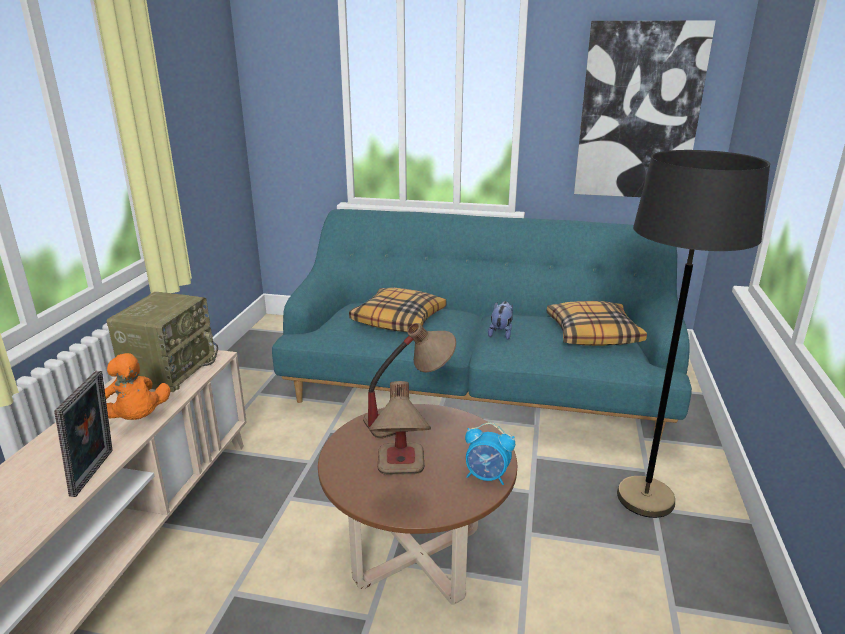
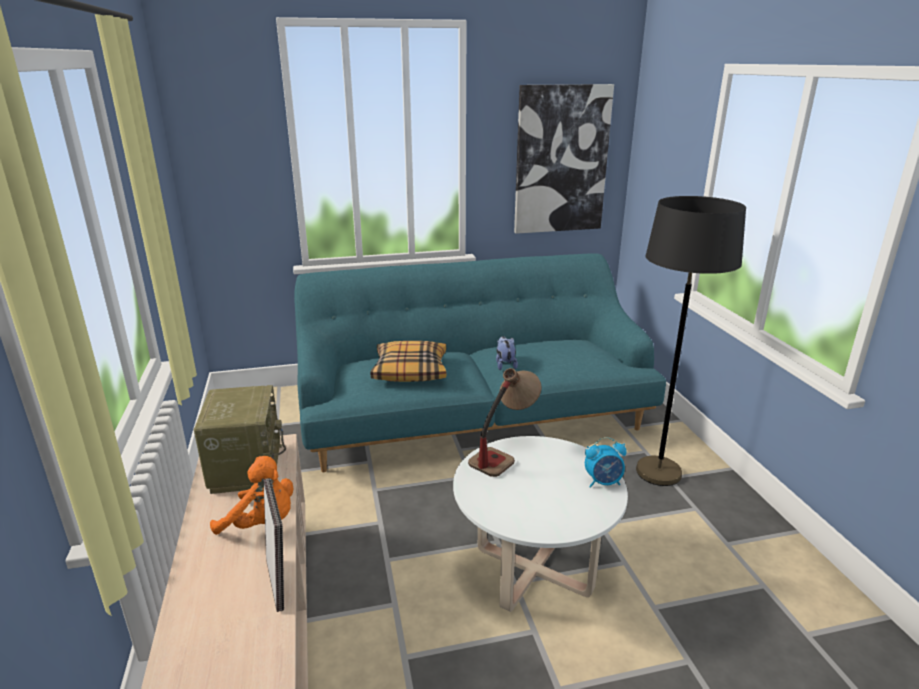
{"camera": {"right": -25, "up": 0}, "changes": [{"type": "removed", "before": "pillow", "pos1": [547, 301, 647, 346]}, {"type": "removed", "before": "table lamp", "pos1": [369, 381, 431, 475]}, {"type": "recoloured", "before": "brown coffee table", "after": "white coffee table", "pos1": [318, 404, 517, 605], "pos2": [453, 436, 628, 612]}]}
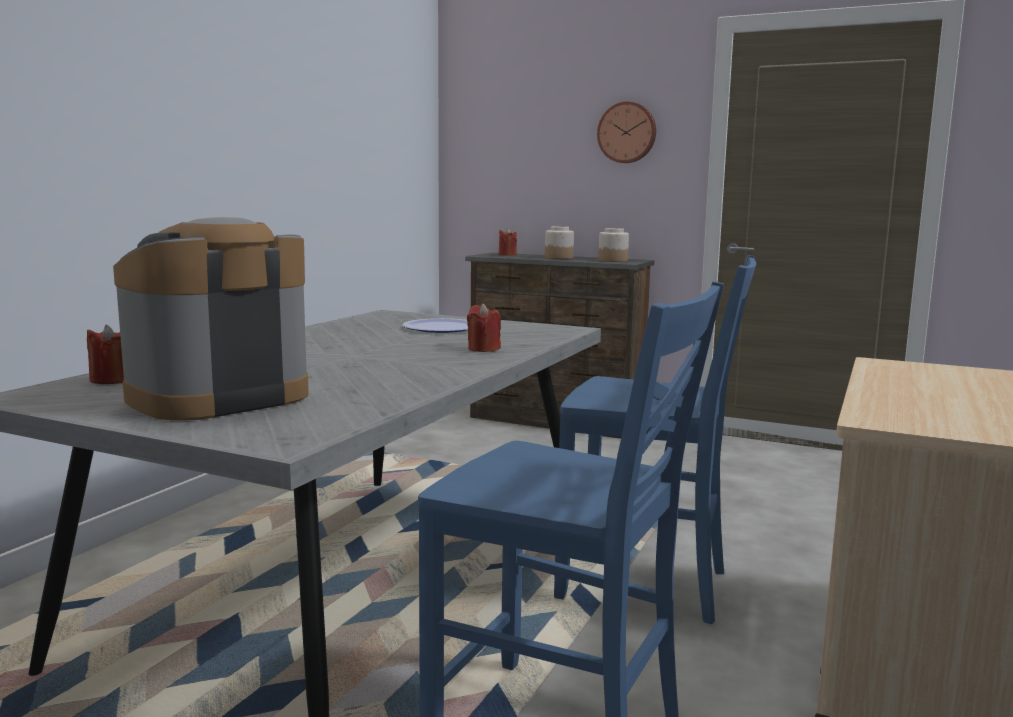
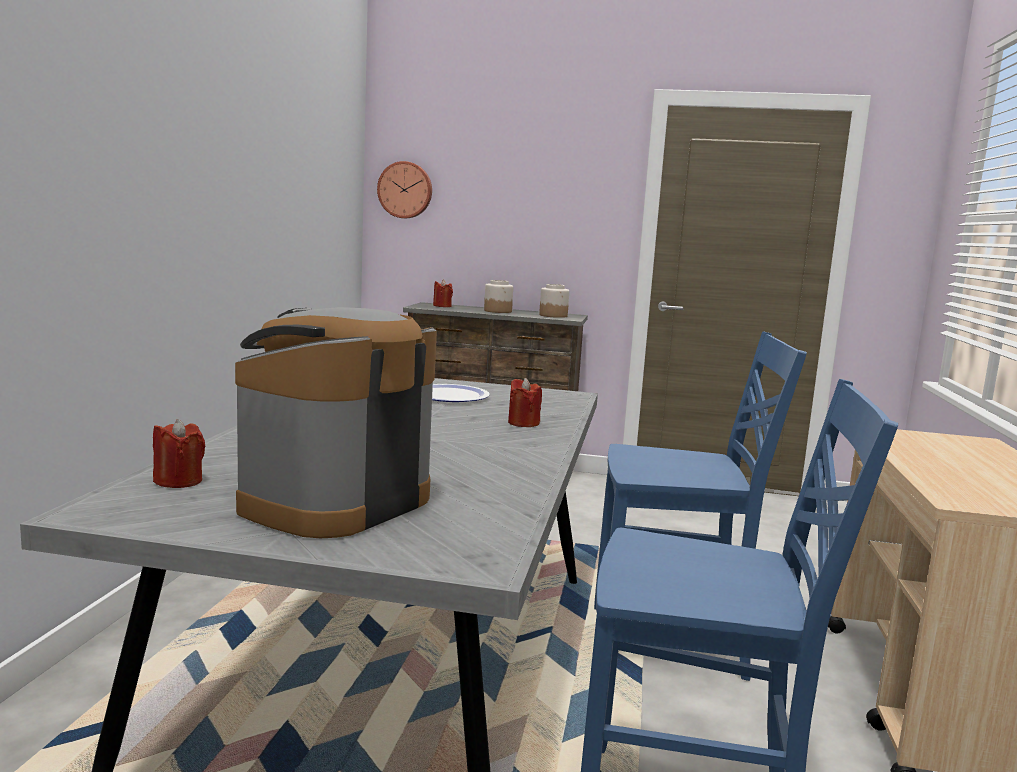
{"camera": {"right": -15, "up": 0}, "changes": [{"type": "moved", "before": "hanging clock", "pos1": [597, 101, 656, 163], "pos2": [377, 161, 432, 218]}]}
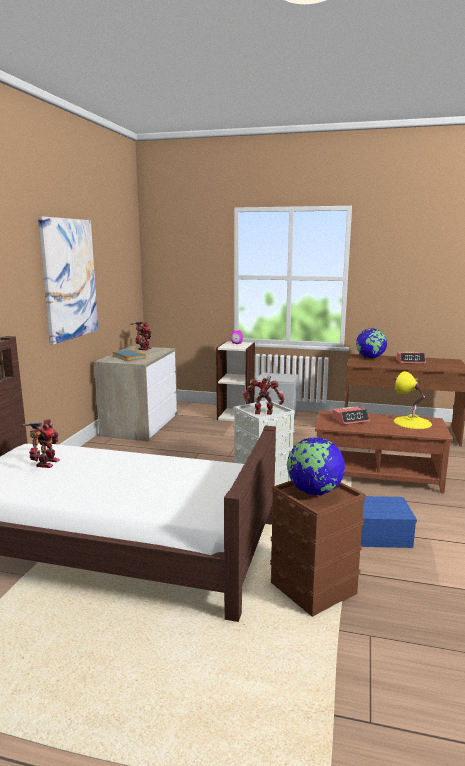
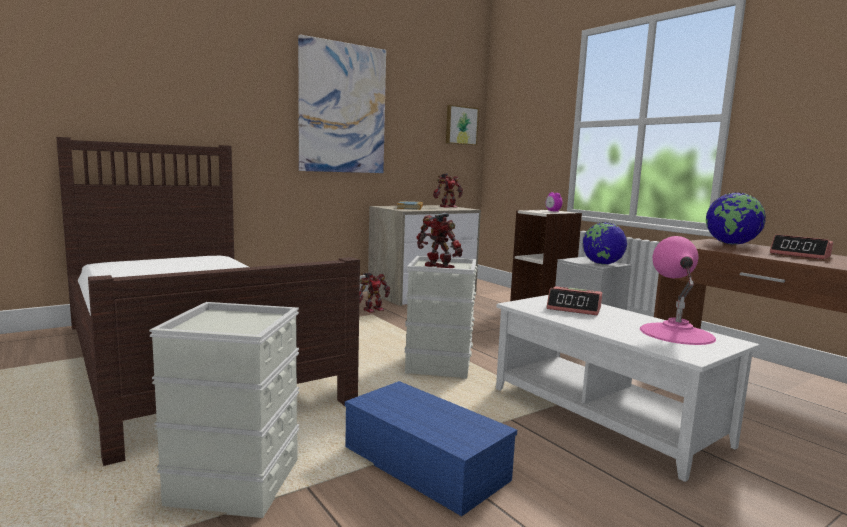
{"camera": {"right": 40, "up": -5}, "changes": [{"type": "recoloured", "before": "yellowish table lamp", "after": "pinkish table lamp", "pos1": [394, 371, 432, 429], "pos2": [640, 236, 716, 345]}, {"type": "recoloured", "before": "brown coffee table", "after": "white coffee table", "pos1": [315, 410, 453, 494], "pos2": [496, 295, 760, 482]}, {"type": "moved", "before": "robot figure", "pos1": [21, 419, 60, 468], "pos2": [359, 273, 390, 313]}, {"type": "moved", "before": "world globe", "pos1": [287, 437, 346, 495], "pos2": [583, 222, 627, 265]}, {"type": "recoloured", "before": "brown storage box", "after": "gray storage box", "pos1": [270, 481, 366, 617], "pos2": [149, 302, 299, 518]}, {"type": "added", "after": "picture", "pos2": [446, 105, 479, 146]}]}
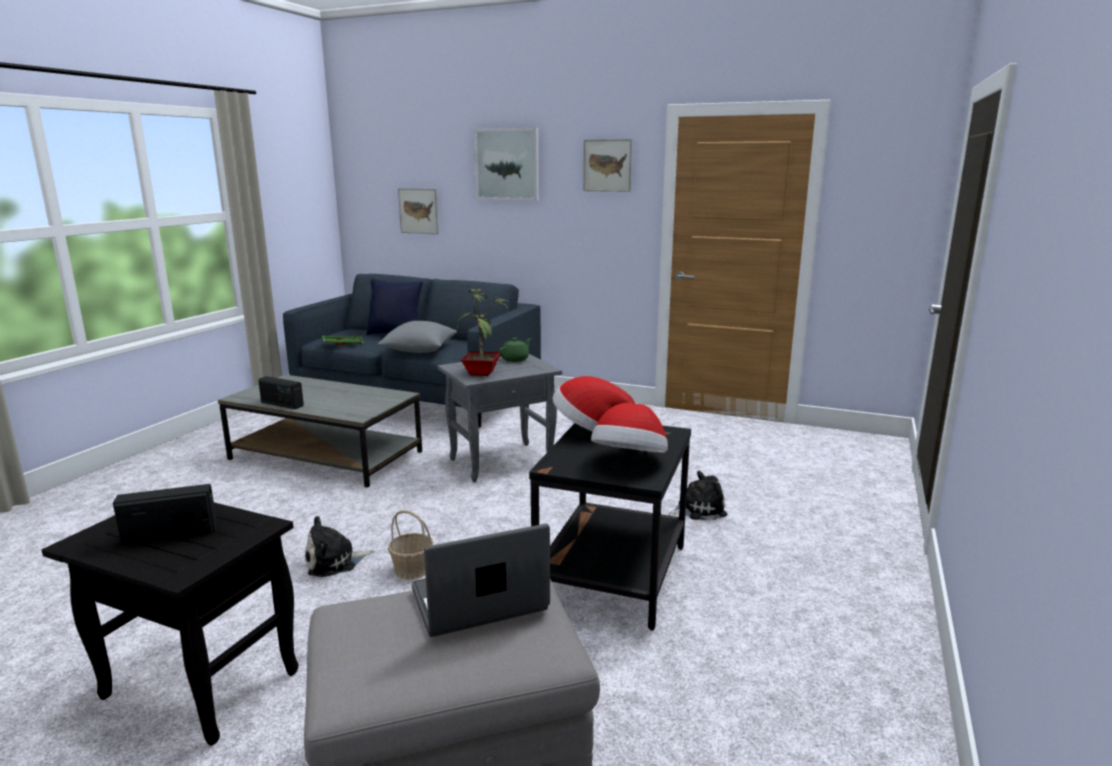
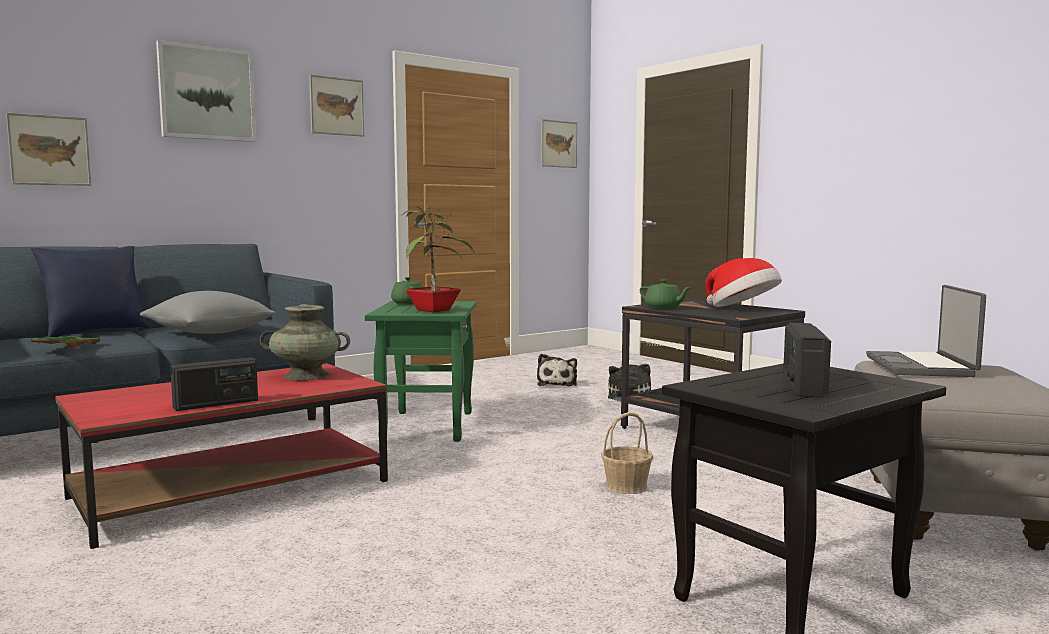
{"camera": {"right": -60, "up": -10}, "changes": [{"type": "recoloured", "before": "gray side table", "after": "green-coloured side table", "pos1": [438, 354, 562, 482], "pos2": [365, 301, 476, 442]}, {"type": "recoloured", "before": "gray coffee table", "after": "red-coloured coffee table", "pos1": [218, 375, 422, 488], "pos2": [56, 363, 388, 549]}, {"type": "replaced", "before": "hat", "after": "green-coloured pot for tea", "pos1": [553, 376, 635, 432], "pos2": [640, 279, 691, 309]}, {"type": "moved", "before": "cuddly toy", "pos1": [305, 516, 374, 577], "pos2": [537, 354, 577, 386]}, {"type": "added", "after": "picture", "pos2": [541, 119, 577, 168]}, {"type": "added", "after": "turquoise vase", "pos2": [260, 304, 350, 380]}]}
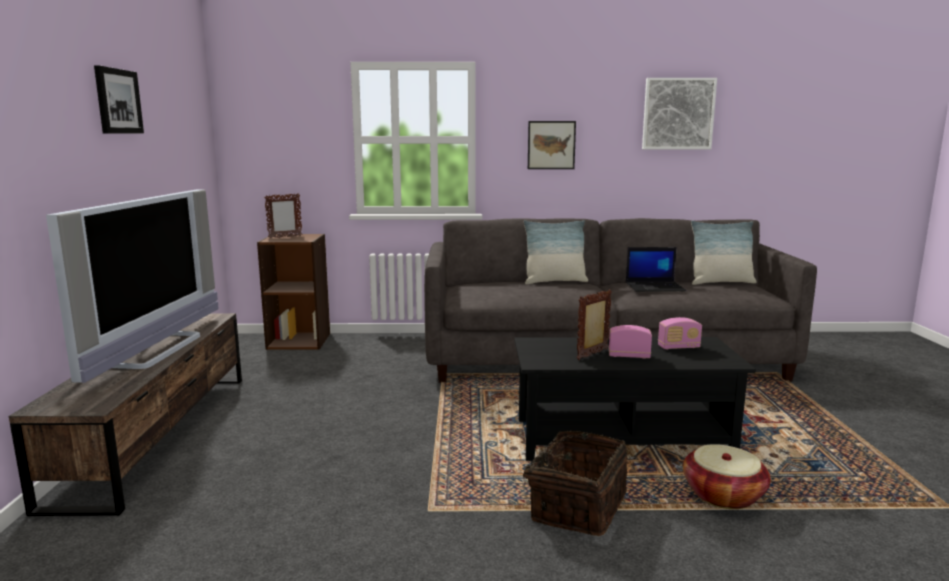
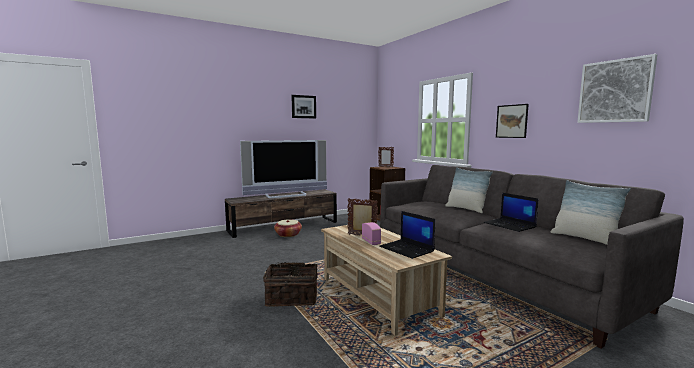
{"camera": {"right": 60, "up": -5}, "changes": [{"type": "replaced", "before": "radio receiver", "after": "notebook computer", "pos1": [658, 317, 702, 349], "pos2": [379, 211, 435, 259]}, {"type": "recoloured", "before": "black coffee table", "after": "beige-coloured coffee table", "pos1": [514, 337, 756, 461], "pos2": [321, 225, 452, 335]}, {"type": "moved", "before": "household basket", "pos1": [683, 444, 771, 509], "pos2": [274, 220, 302, 237]}]}
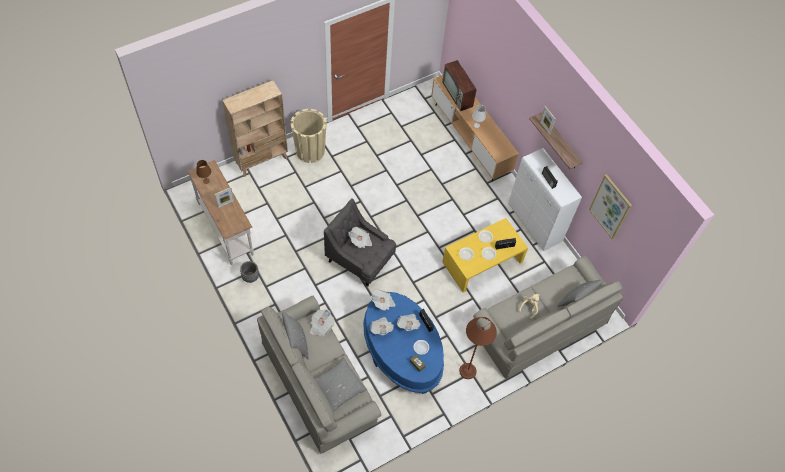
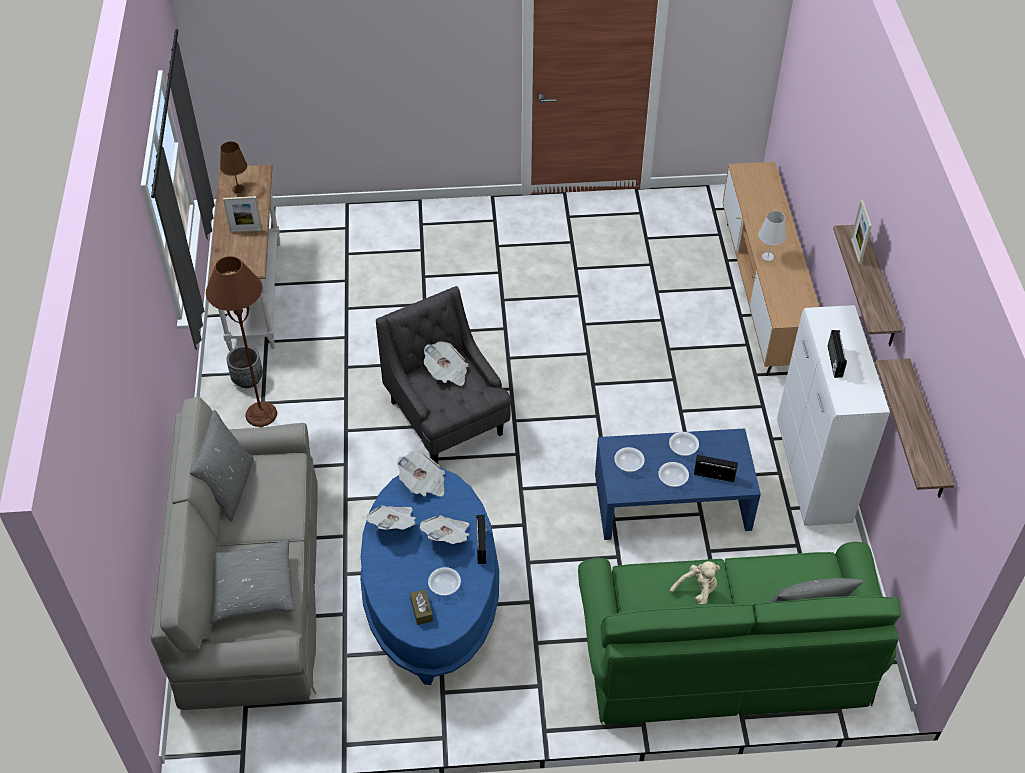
{"camera": {"right": 30, "up": -10}, "changes": [{"type": "removed", "before": "TV", "pos1": [442, 60, 477, 111]}, {"type": "removed", "before": "beige-coloured shelving unit", "pos1": [222, 80, 288, 177]}, {"type": "removed", "before": "beige-coloured plant pot", "pos1": [291, 109, 327, 163]}, {"type": "replaced", "before": "picture", "after": "shelf", "pos1": [589, 174, 632, 239], "pos2": [875, 358, 955, 498]}, {"type": "recoloured", "before": "yellowish coffee table", "after": "bluish coffee table", "pos1": [442, 218, 528, 293], "pos2": [595, 428, 761, 540]}, {"type": "recoloured", "before": "gray sofa", "after": "green-coloured sofa", "pos1": [473, 256, 623, 379], "pos2": [578, 542, 901, 725]}, {"type": "removed", "before": "daily paper", "pos1": [310, 310, 334, 337]}, {"type": "moved", "before": "brown floor lamp", "pos1": [459, 317, 497, 379], "pos2": [206, 256, 277, 427]}]}
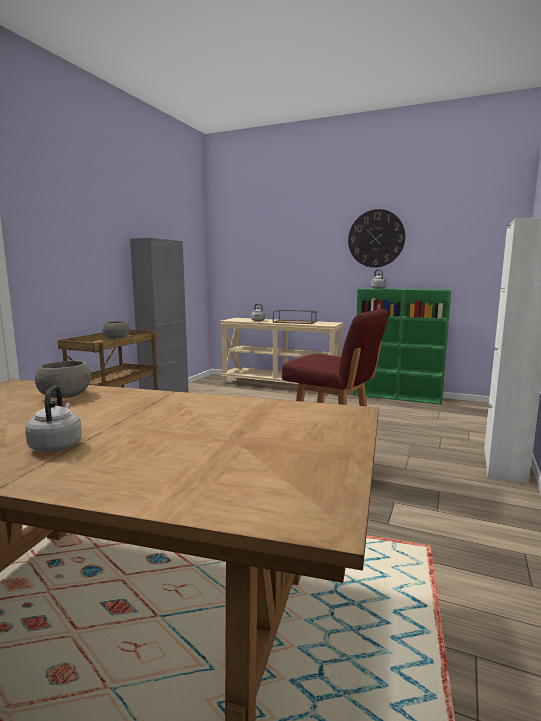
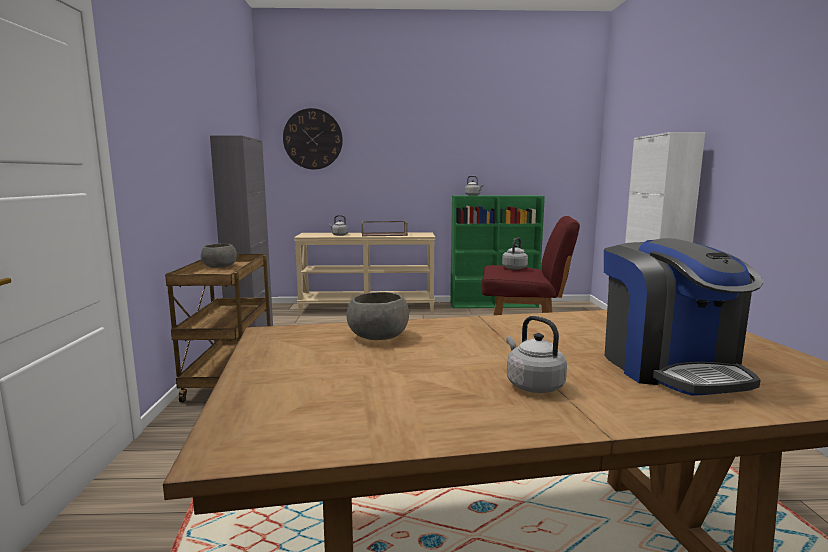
{"camera": {"right": -25, "up": 0}, "changes": [{"type": "moved", "before": "hanging clock", "pos1": [348, 209, 405, 268], "pos2": [283, 108, 343, 169]}, {"type": "added", "after": "gray water kettle", "pos2": [502, 237, 528, 270]}, {"type": "added", "after": "coffee brewer", "pos2": [604, 238, 764, 396]}]}
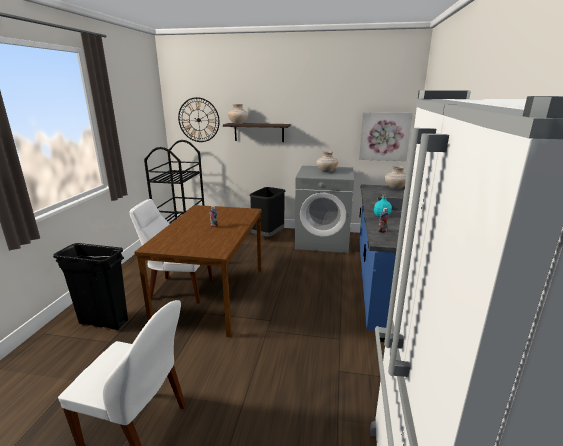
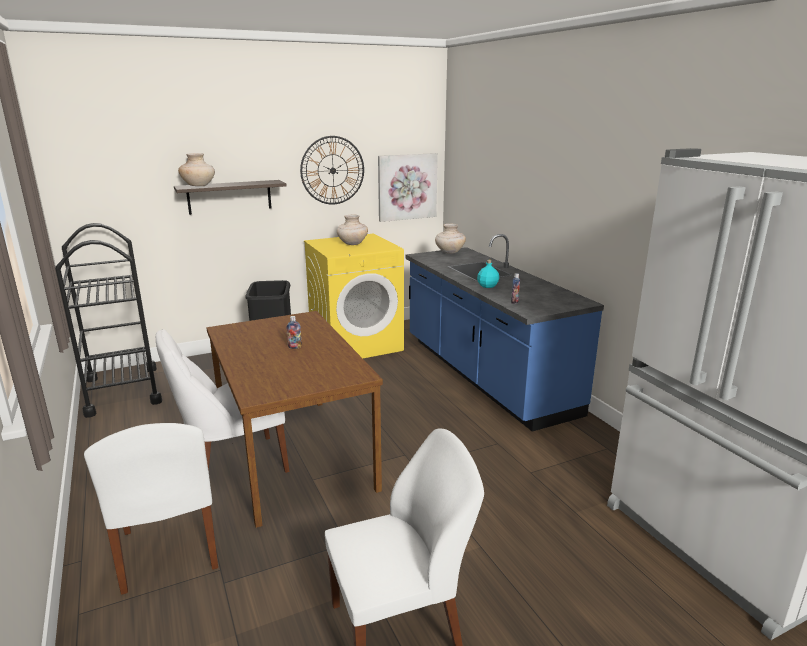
{"camera": {"right": -35, "up": 0}, "changes": [{"type": "moved", "before": "hanging clock", "pos1": [178, 97, 220, 142], "pos2": [300, 136, 364, 205]}, {"type": "recoloured", "before": "gray washing machine", "after": "yellowish washing machine", "pos1": [295, 166, 354, 253], "pos2": [304, 233, 404, 358]}, {"type": "replaced", "before": "black rubbish bin", "after": "white plain chair", "pos1": [53, 243, 128, 330], "pos2": [84, 423, 218, 595]}]}
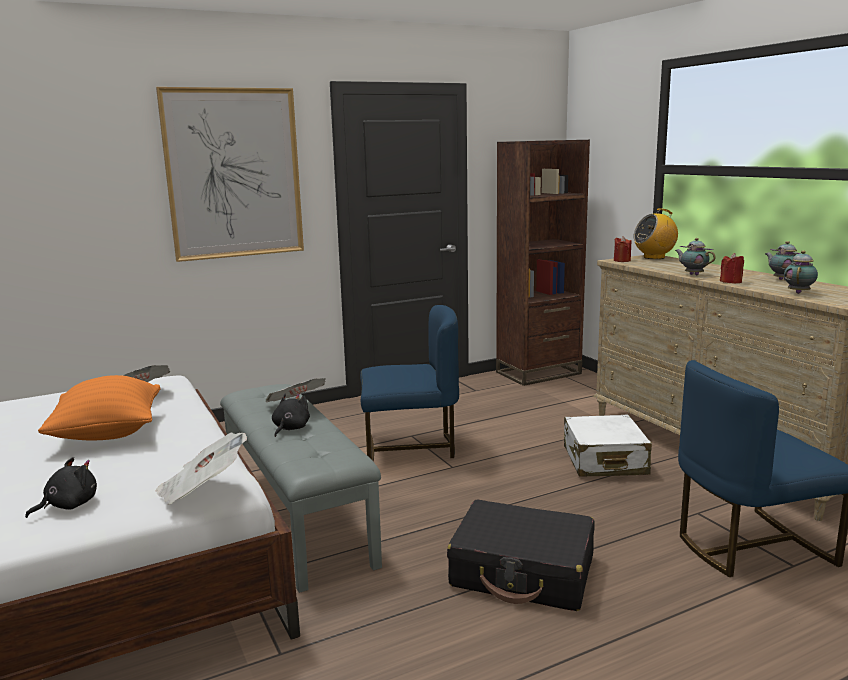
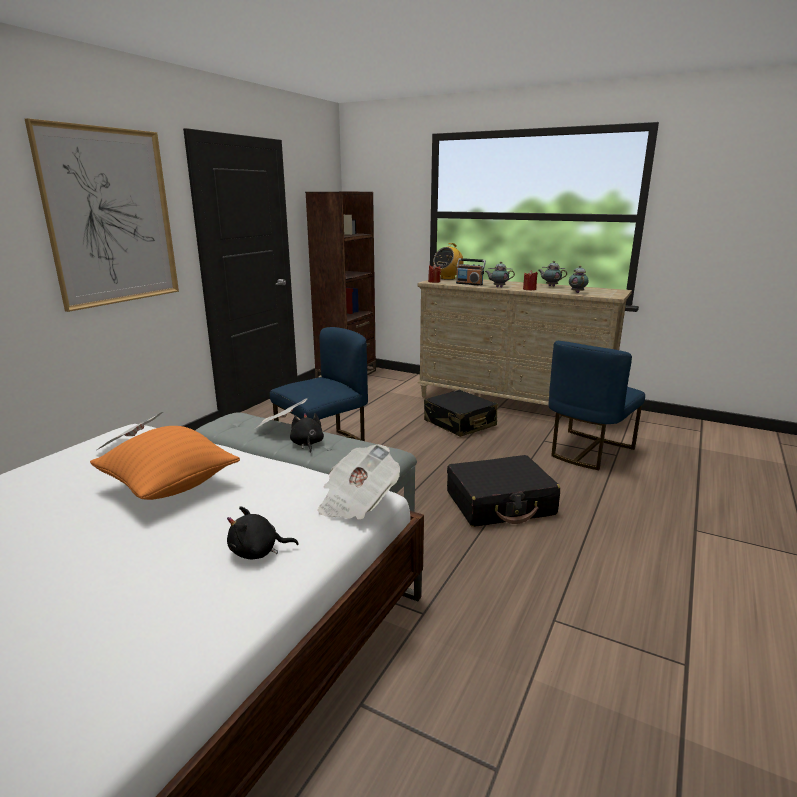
{"camera": {"right": -35, "up": 5}, "changes": [{"type": "recoloured", "before": "white suitcase", "after": "black suitcase", "pos1": [564, 415, 652, 477], "pos2": [424, 390, 498, 437]}, {"type": "turned", "before": "black cuddly toy", "pos1": [25, 457, 97, 518], "pos2": [227, 506, 299, 559], "turn": -105}, {"type": "added", "after": "radio receiver", "pos2": [456, 258, 486, 286]}]}
